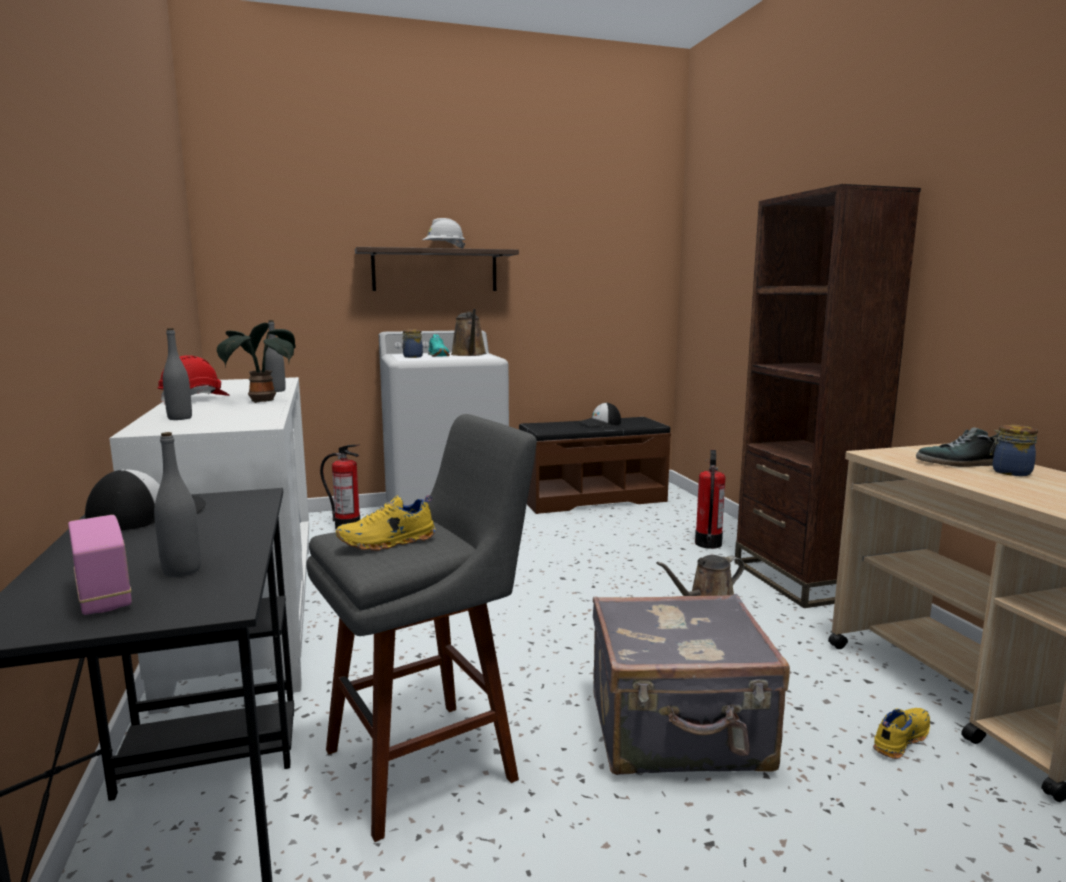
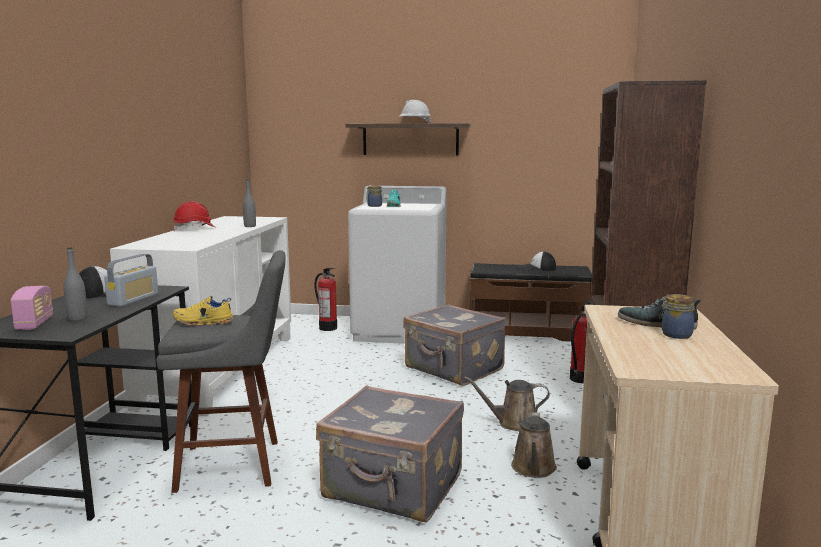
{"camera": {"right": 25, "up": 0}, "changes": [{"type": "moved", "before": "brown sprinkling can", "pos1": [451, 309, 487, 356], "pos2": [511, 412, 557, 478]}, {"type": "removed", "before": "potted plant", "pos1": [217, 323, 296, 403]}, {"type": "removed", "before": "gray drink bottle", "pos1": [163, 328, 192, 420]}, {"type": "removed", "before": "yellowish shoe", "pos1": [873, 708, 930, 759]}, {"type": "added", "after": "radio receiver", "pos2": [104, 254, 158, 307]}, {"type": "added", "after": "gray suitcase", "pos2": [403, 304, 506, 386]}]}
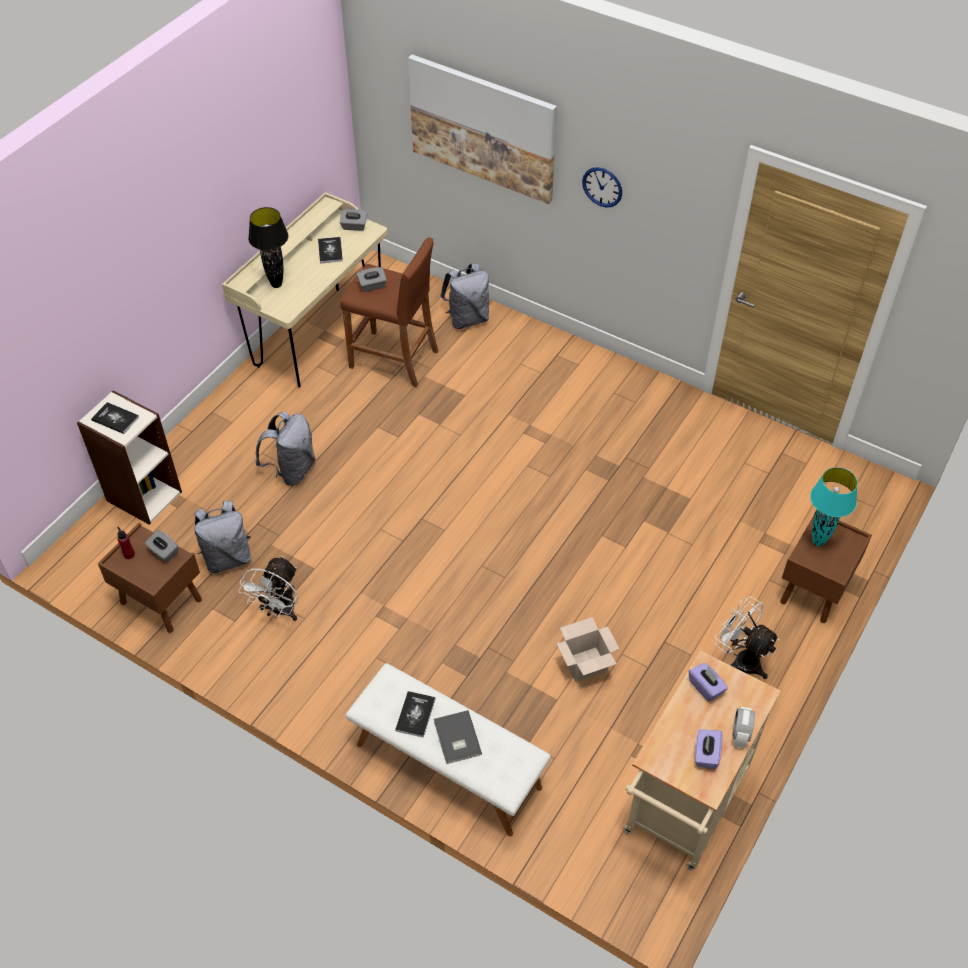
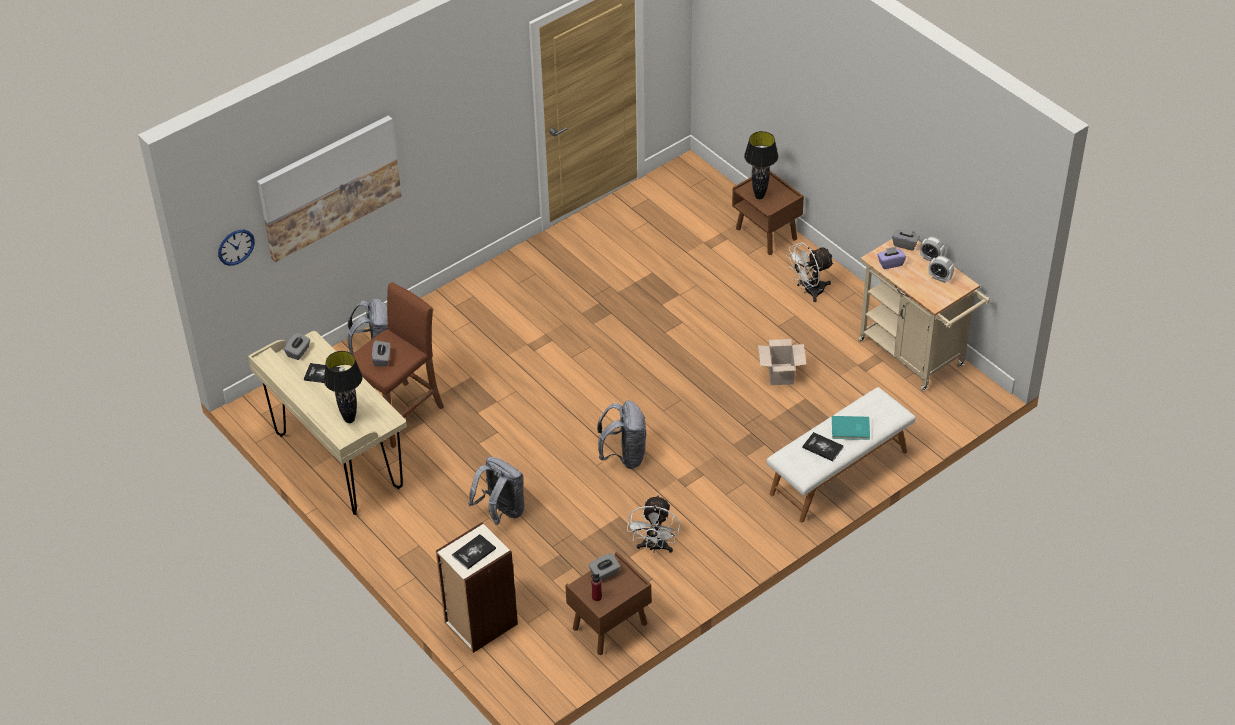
{"camera": {"right": -70, "up": -5}, "changes": [{"type": "moved", "before": "hanging clock", "pos1": [582, 167, 622, 207], "pos2": [218, 230, 255, 266]}, {"type": "recoloured", "before": "turquoise table lamp", "after": "black table lamp", "pos1": [810, 467, 858, 546], "pos2": [744, 131, 778, 199]}, {"type": "moved", "before": "gray rucksack", "pos1": [194, 501, 251, 573], "pos2": [597, 401, 646, 469]}, {"type": "turned", "before": "white fan", "pos1": [239, 556, 298, 621], "pos2": [627, 495, 680, 553], "turn": 60}, {"type": "recoloured", "before": "gray volume", "after": "turquoise volume", "pos1": [434, 710, 482, 764], "pos2": [832, 416, 870, 440]}, {"type": "replaced", "before": "purple-coloured tissue holder", "after": "bedside clock", "pos1": [695, 729, 723, 769], "pos2": [929, 256, 954, 283]}, {"type": "added", "after": "gray tissue holder", "pos2": [892, 227, 920, 251]}]}
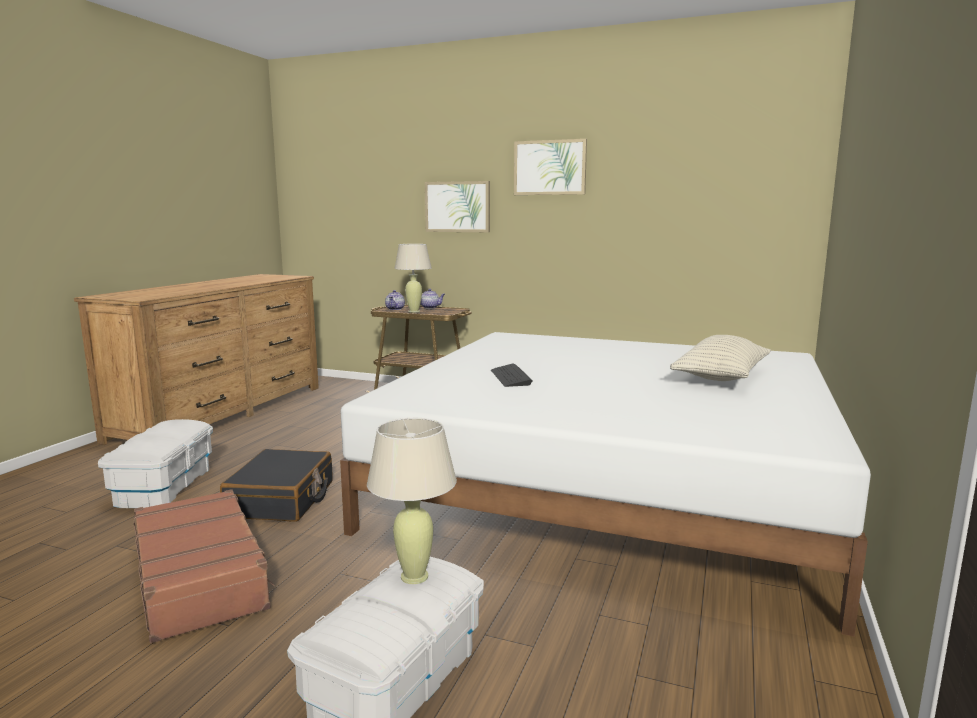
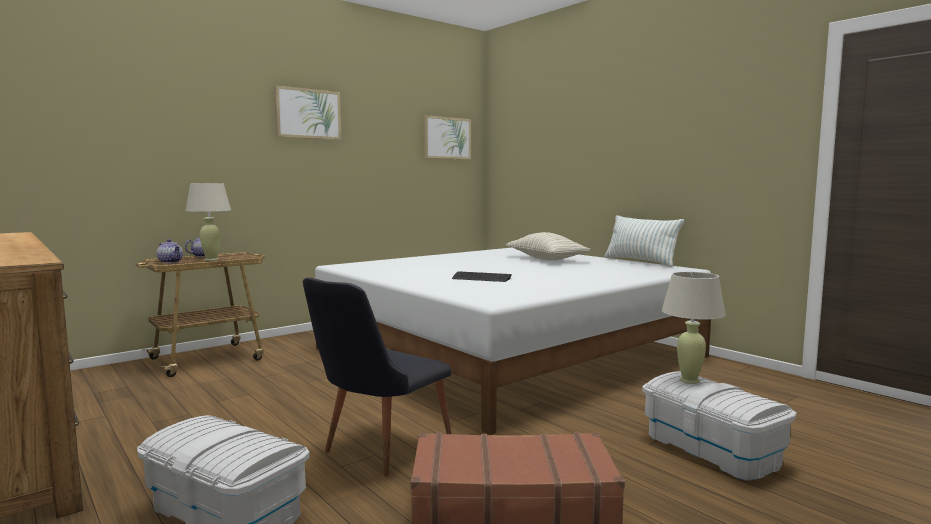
{"camera": {"right": -60, "up": -5}, "changes": [{"type": "moved", "before": "picture", "pos1": [425, 181, 490, 232], "pos2": [424, 115, 471, 160]}, {"type": "replaced", "before": "black suitcase", "after": "black plain chair", "pos1": [220, 449, 333, 522], "pos2": [303, 278, 452, 476]}, {"type": "added", "after": "pillow", "pos2": [605, 215, 684, 267]}]}
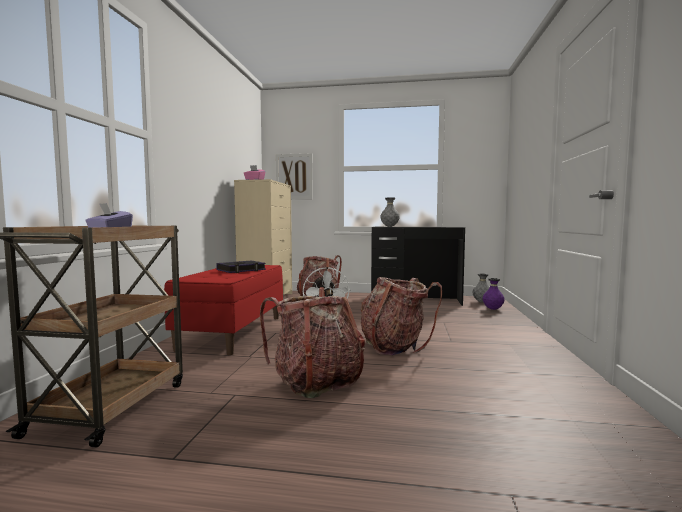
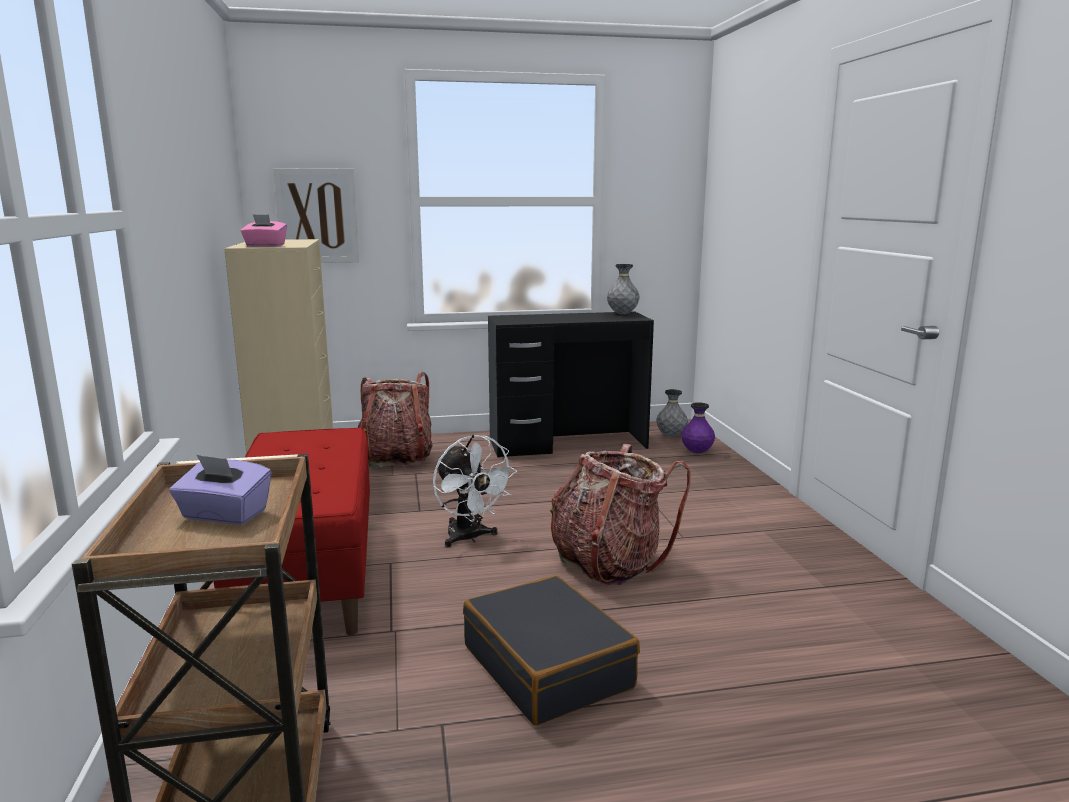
{"camera": {"right": -20, "up": 10}, "changes": [{"type": "moved", "before": "gray vase", "pos1": [380, 197, 400, 227], "pos2": [607, 264, 640, 314]}, {"type": "removed", "before": "volume", "pos1": [216, 261, 266, 273]}, {"type": "replaced", "before": "rucksack", "after": "black suitcase", "pos1": [260, 287, 365, 398], "pos2": [463, 575, 640, 725]}]}
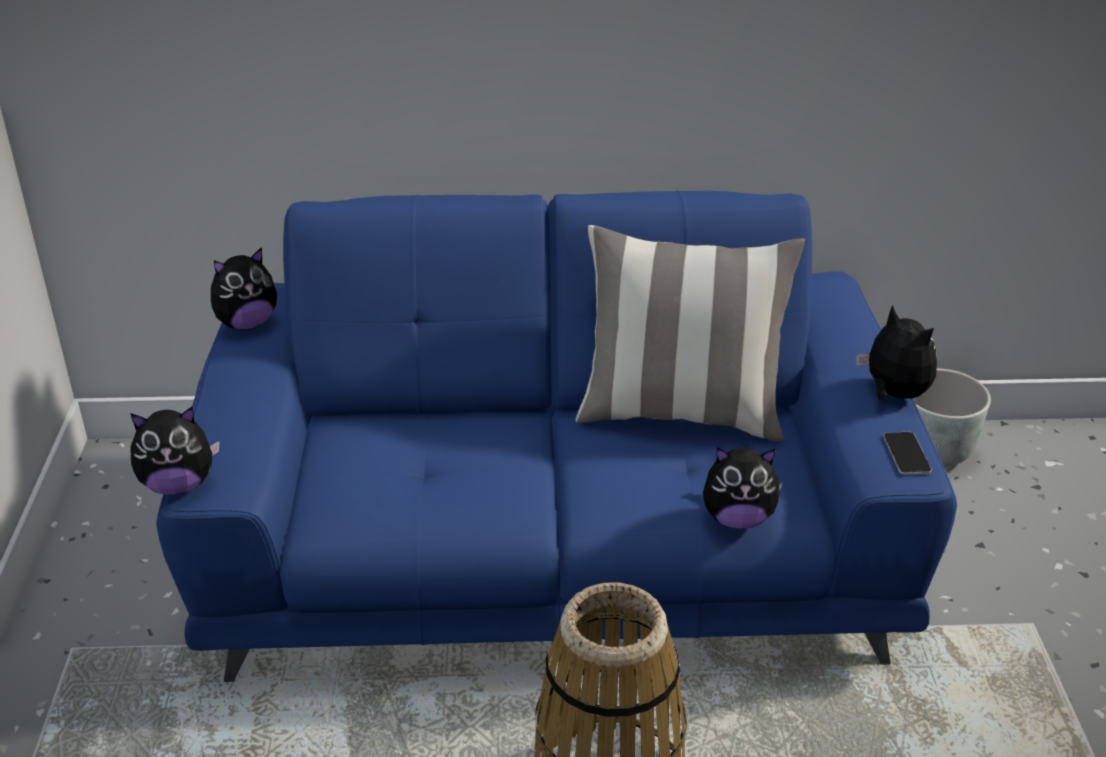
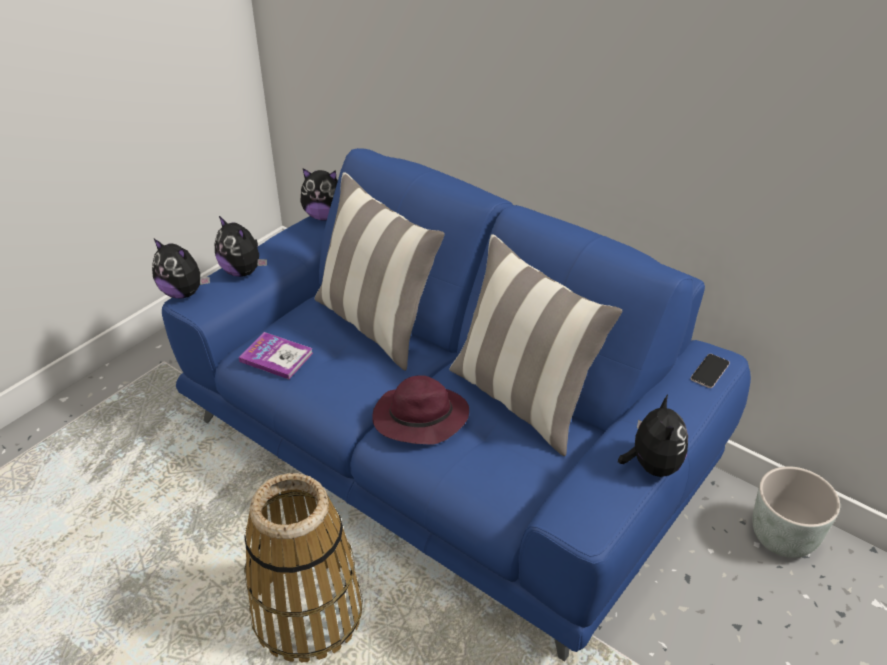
{"camera": {"right": 40, "up": 5}, "changes": [{"type": "moved", "before": "telephone", "pos1": [883, 432, 932, 475], "pos2": [691, 354, 730, 388]}, {"type": "moved", "before": "cuddly toy", "pos1": [703, 447, 783, 529], "pos2": [215, 216, 267, 277]}, {"type": "added", "after": "pillow", "pos2": [315, 172, 445, 371]}, {"type": "added", "after": "volume", "pos2": [239, 332, 313, 379]}, {"type": "added", "after": "purple-coloured hat", "pos2": [372, 375, 469, 445]}]}
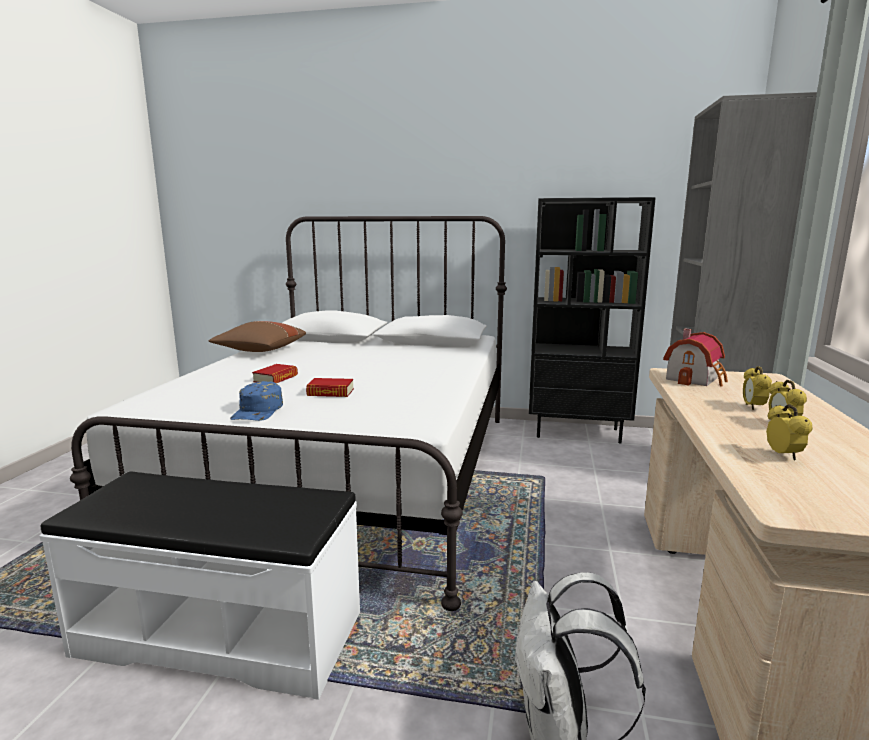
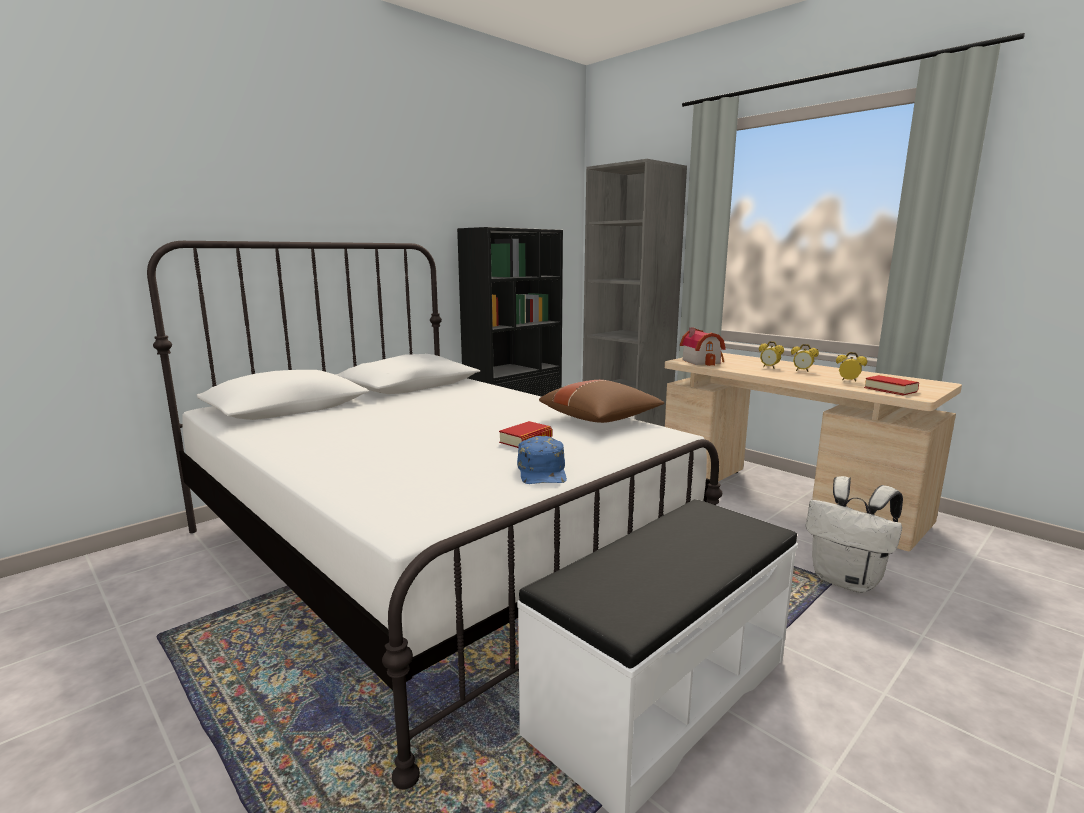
{"camera": {"right": -55, "up": 0}, "changes": [{"type": "moved", "before": "brown pillow", "pos1": [209, 321, 306, 352], "pos2": [539, 380, 664, 423]}, {"type": "moved", "before": "volume", "pos1": [252, 364, 298, 383], "pos2": [864, 375, 919, 395]}, {"type": "turned", "before": "bluish peaked cap", "pos1": [230, 381, 283, 421], "pos2": [517, 436, 567, 484], "turn": 45}]}
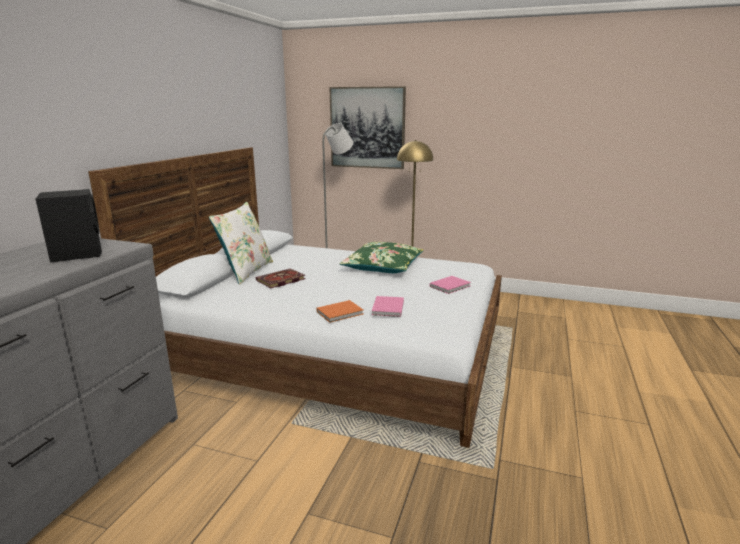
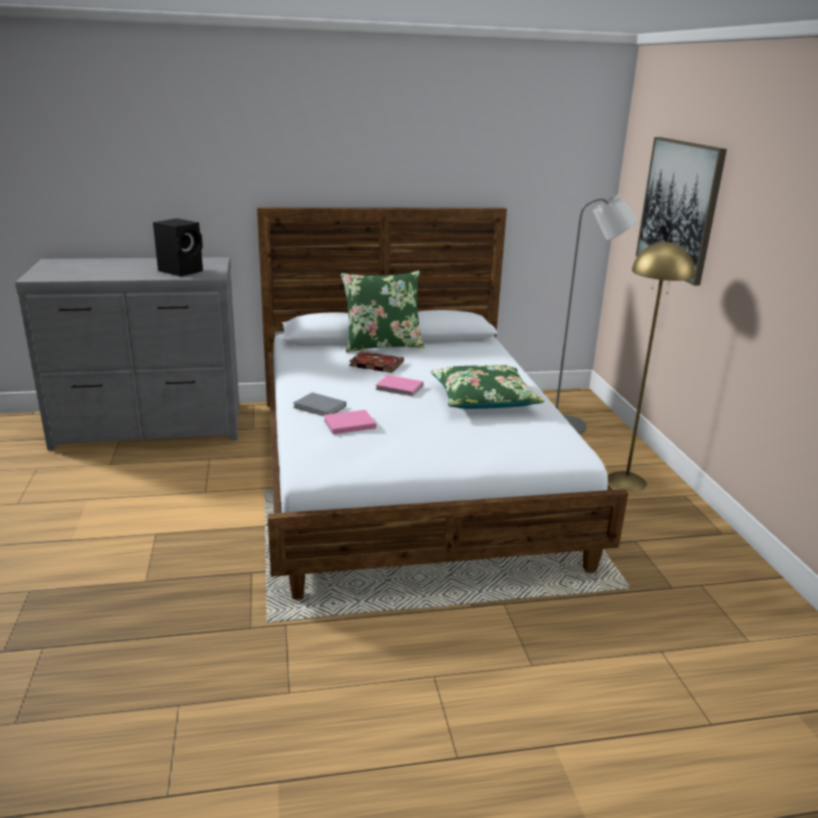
{"camera": {"right": 60, "up": 5}, "changes": [{"type": "recoloured", "before": "white pillow", "after": "green-coloured pillow", "pos1": [209, 202, 273, 285], "pos2": [341, 271, 424, 353]}, {"type": "moved", "before": "pinkish volume", "pos1": [430, 276, 471, 294], "pos2": [375, 375, 423, 396]}, {"type": "recoloured", "before": "orangey volume", "after": "gray volume", "pos1": [317, 300, 363, 323], "pos2": [293, 392, 346, 416]}]}
